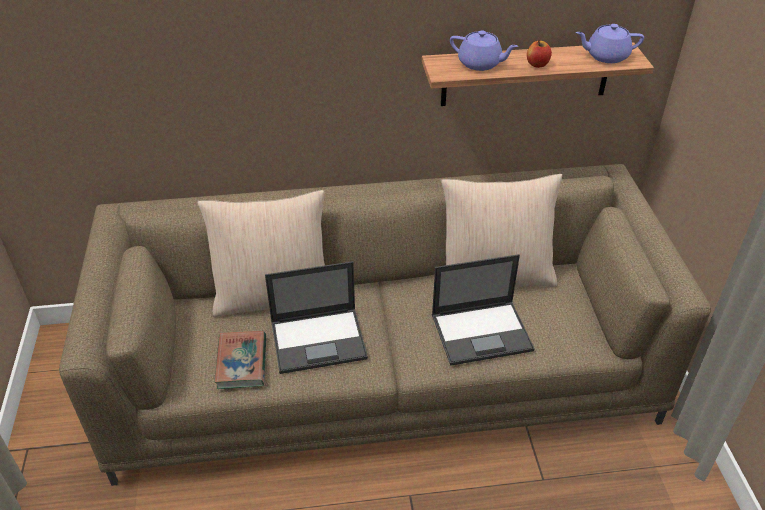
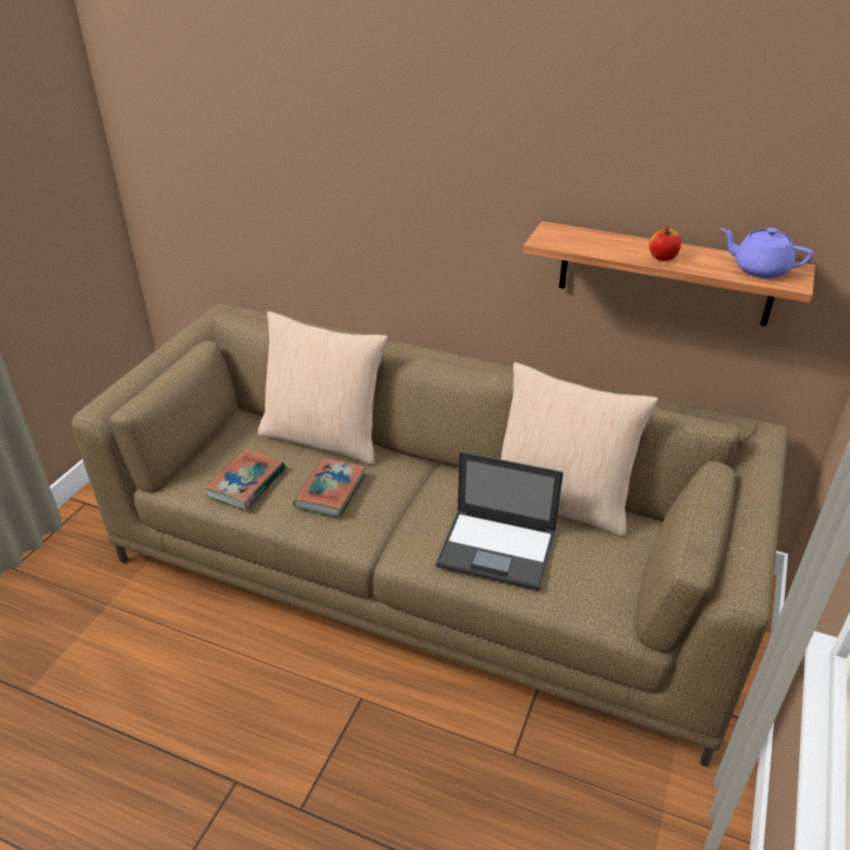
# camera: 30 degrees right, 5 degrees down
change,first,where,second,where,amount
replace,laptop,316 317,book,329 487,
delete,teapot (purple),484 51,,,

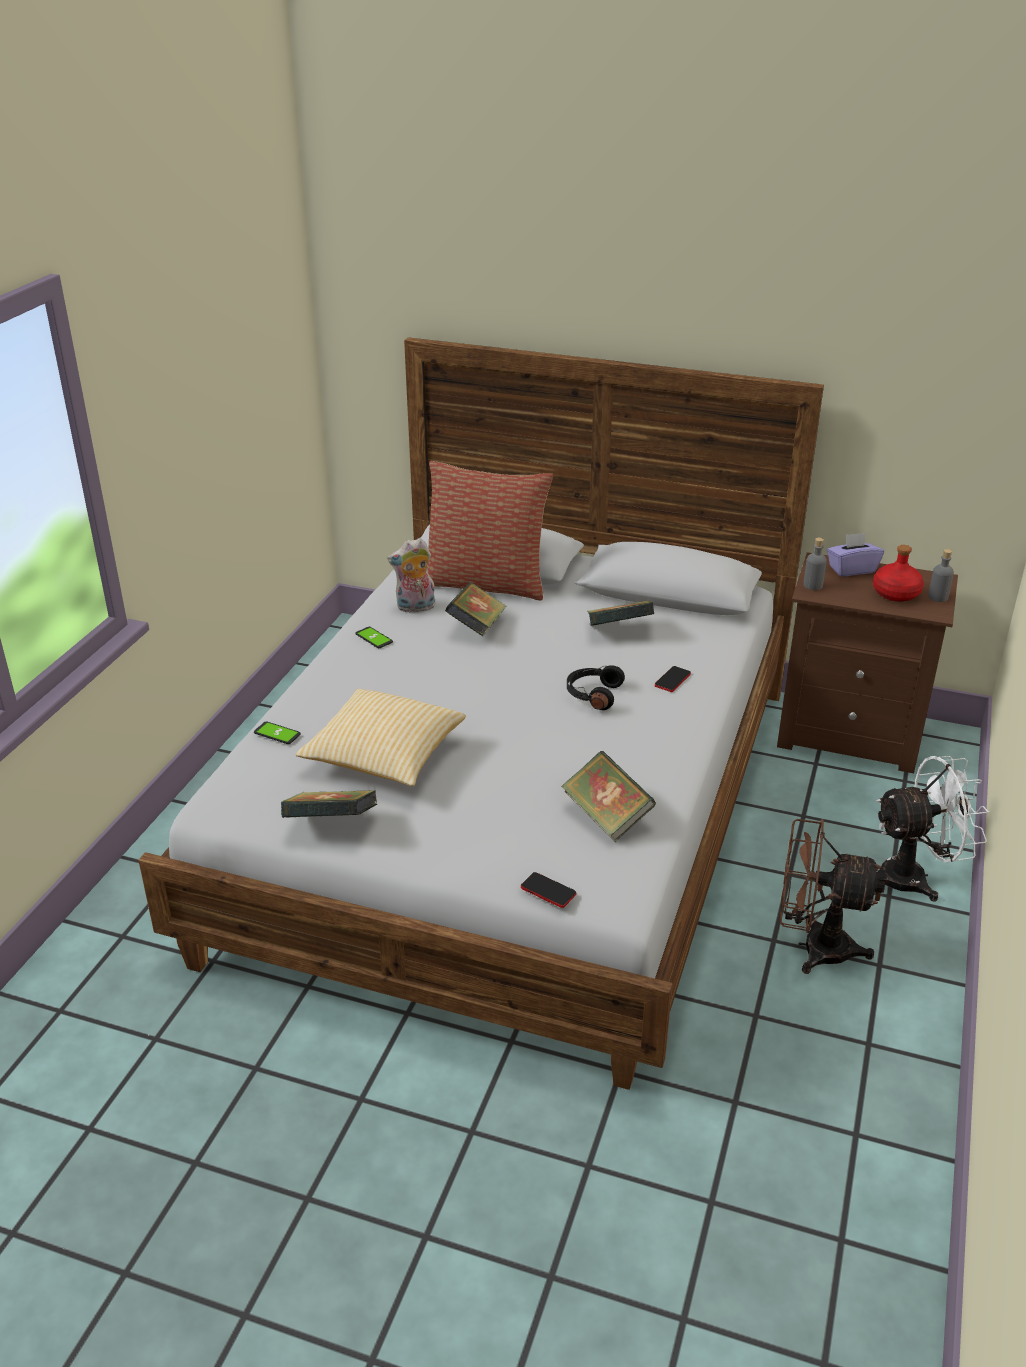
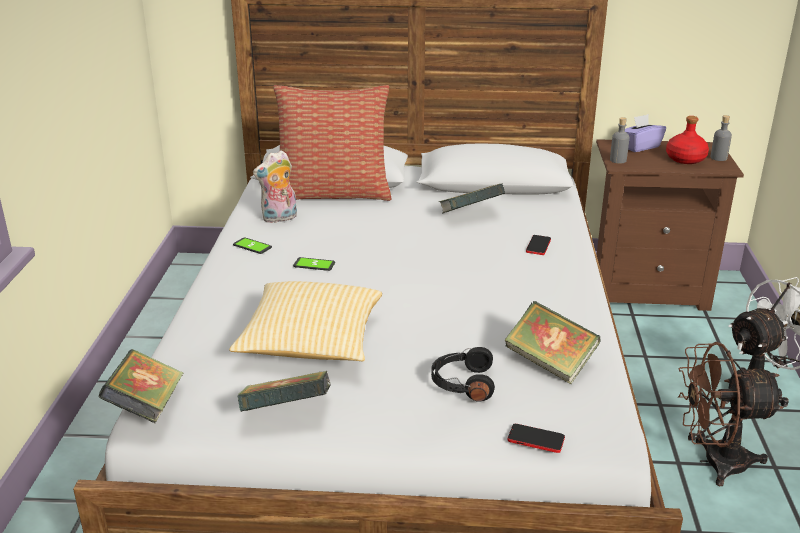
# camera: 15 degrees left, 5 degrees down
change,first,where,second,where,amount
move,book,475 609,,140 386,
move,phone,277 732,,314 264,
move,headphones (black),596 687,,463 374,

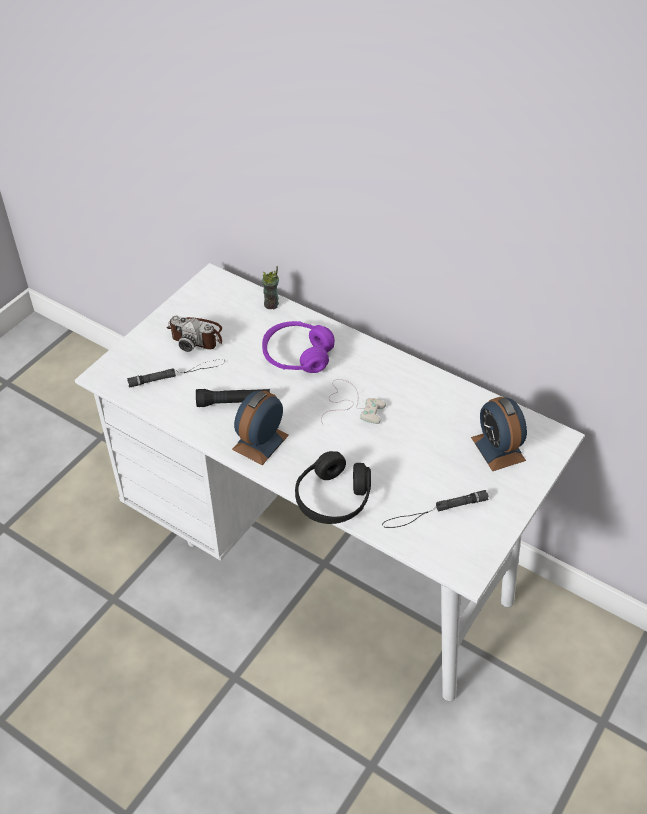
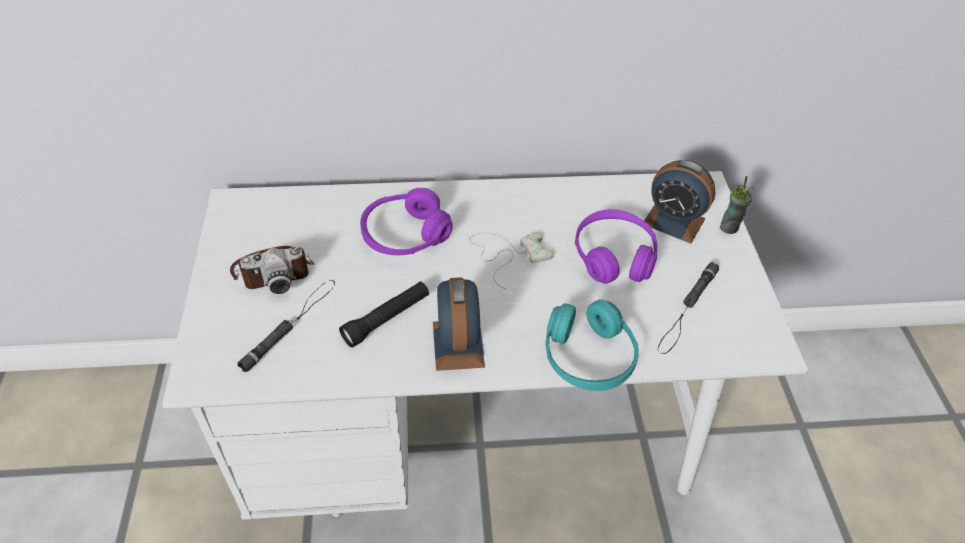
# camera: 40 degrees left, 0 degrees up
change,first,where,second,where,amount
recolor,headphones (black),333 487,headphones (turquoise),592 345,
insert,,,headphones (purple),616 246,
move,cup,270 287,,737 205,

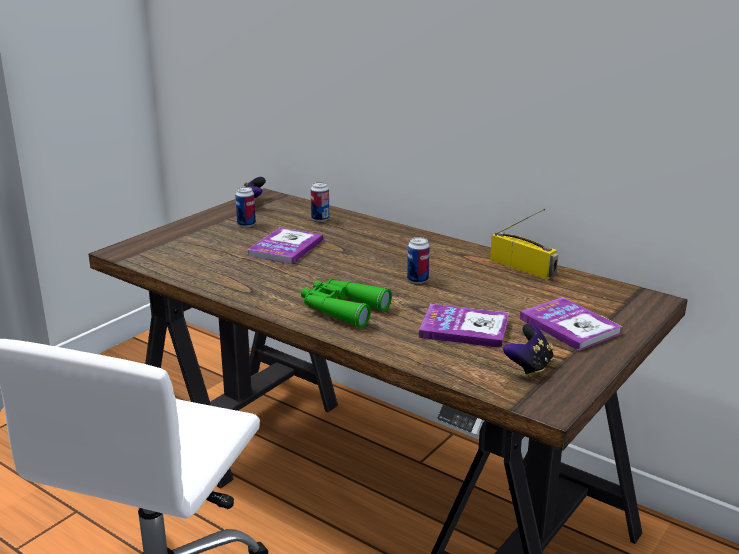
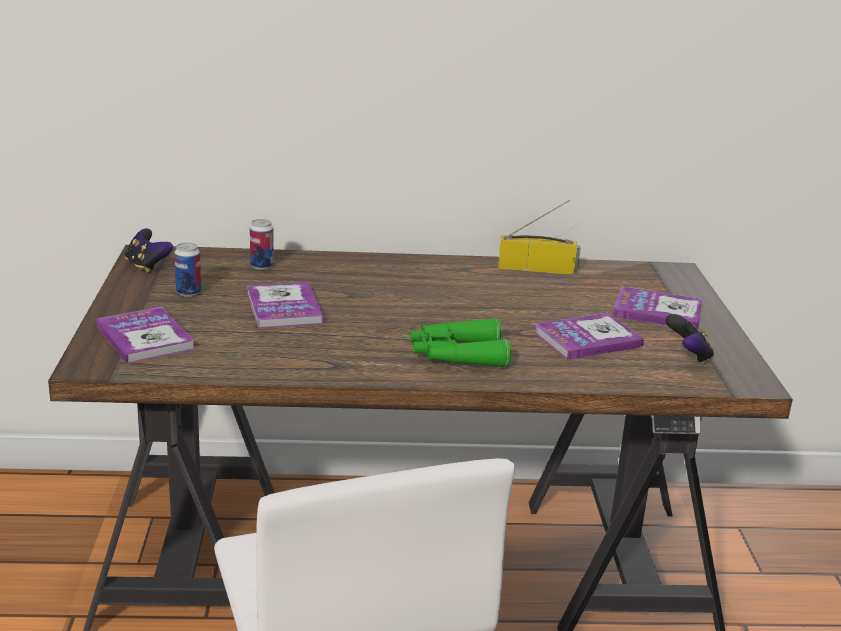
# camera: 40 degrees left, 0 degrees up
change,first,where,second,where,amount
insert,,,book,145 335,
delete,can,418 260,,,

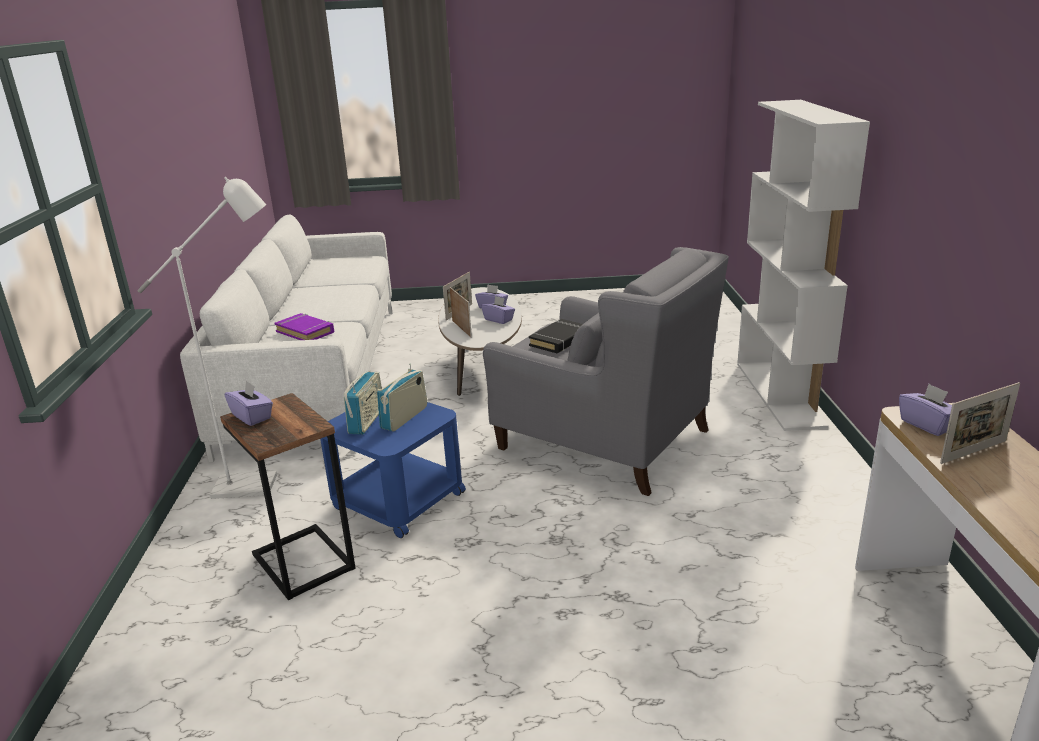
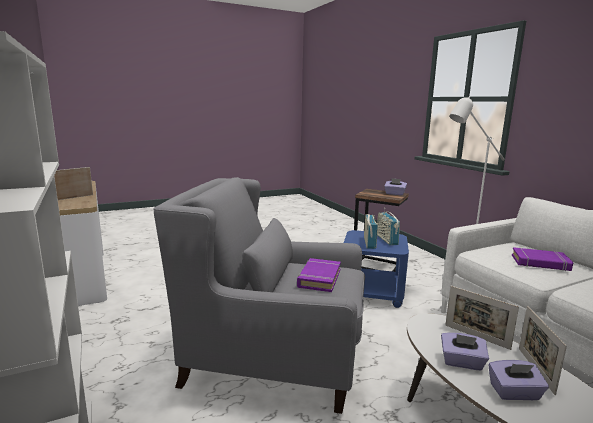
# camera: 155 degrees right, 10 degrees down
change,first,where,second,where,amount
recolor,book (black),556 336,book (purple),319 275,
delete,tissue box (purple),925 410,,,

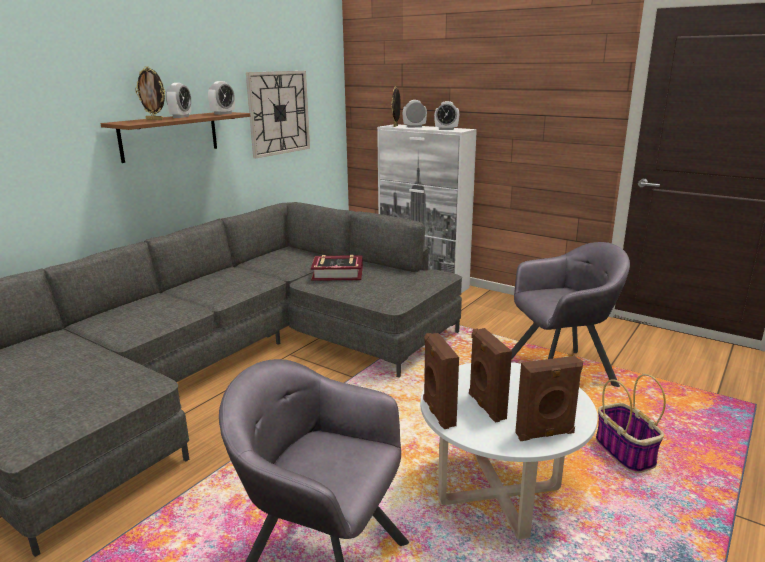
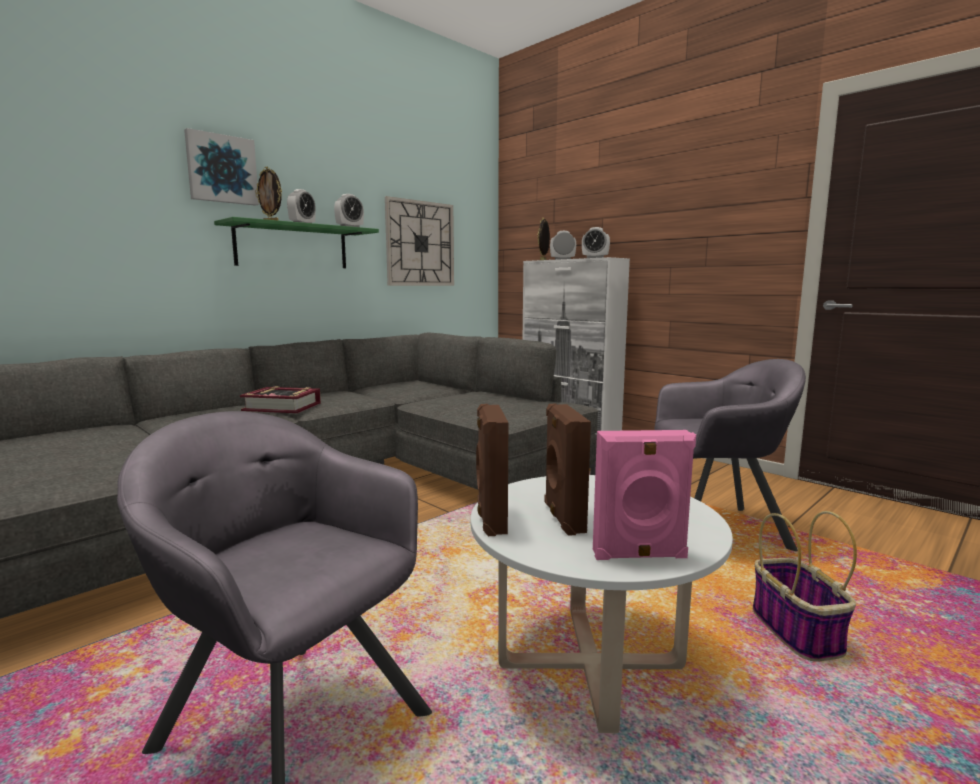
# camera: 10 degrees right, 10 degrees down
change,first,where,second,where,amount
insert,,,picture,221 167,
recolor,shelf (brown),175 137,shelf (green),296 242,
move,book,337 268,,280 399,
recolor,speaker (brown),549 398,speaker (pink),644 495,

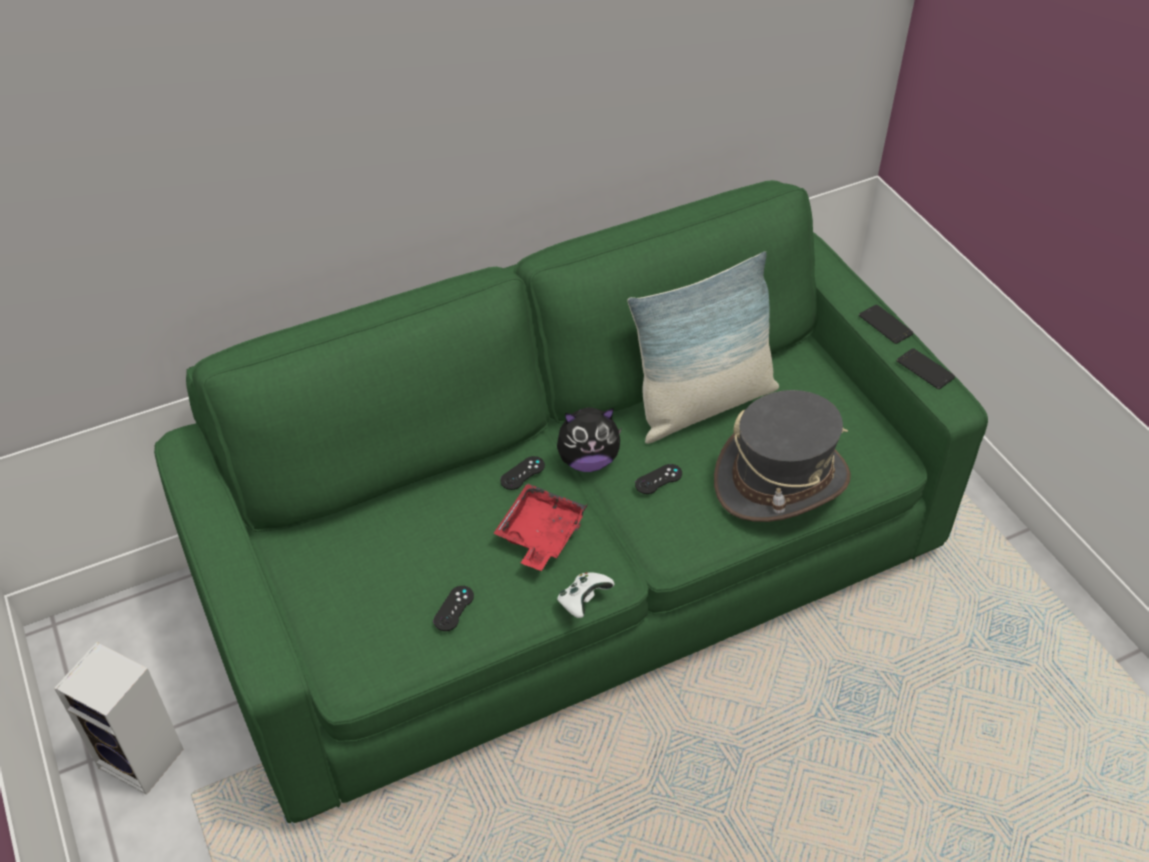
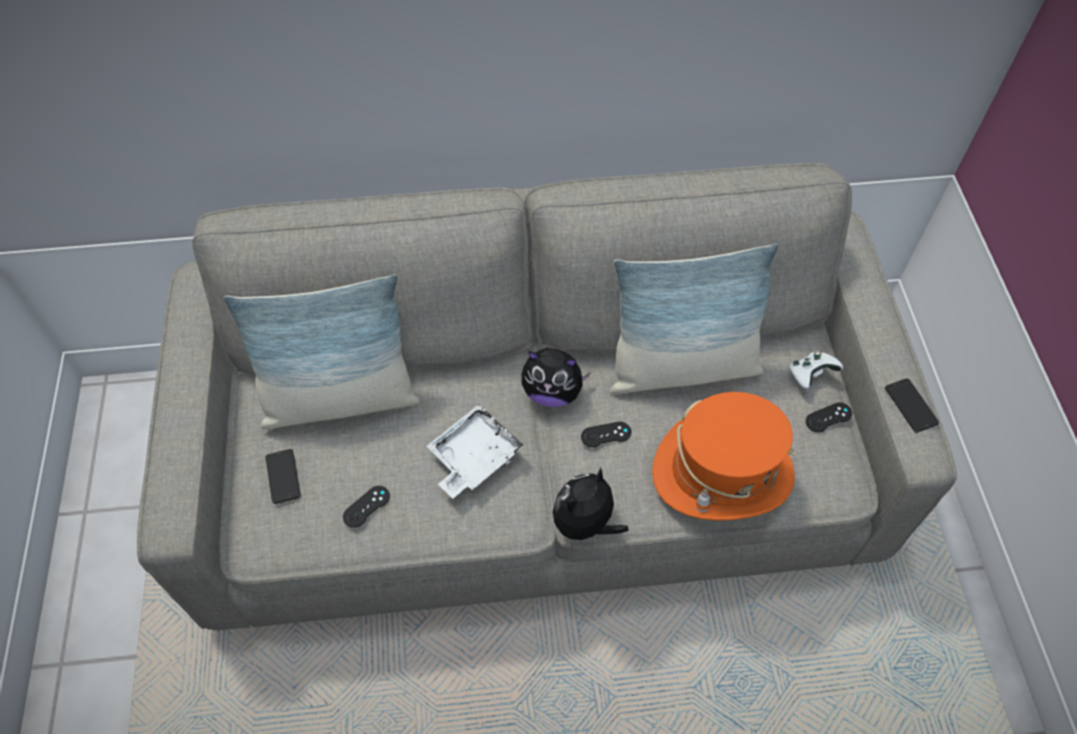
# camera: 20 degrees right, 10 degrees up
change,first,where,second,where,amount
recolor,sofa (green),571 501,sofa (grey),547 397,
insert,,,pillow,322 351,
move,phone,886 324,,283 476,
recolor,tray (red),540 527,tray (white),474 451,
insert,,,plush toy,591 508,
recolor,hat (grey),782 456,hat (orange),724 456,
move,game controller (white),585 595,,816 370,
move,game controller (black),522 473,,829 417,
delete,speaker,118 718,,,

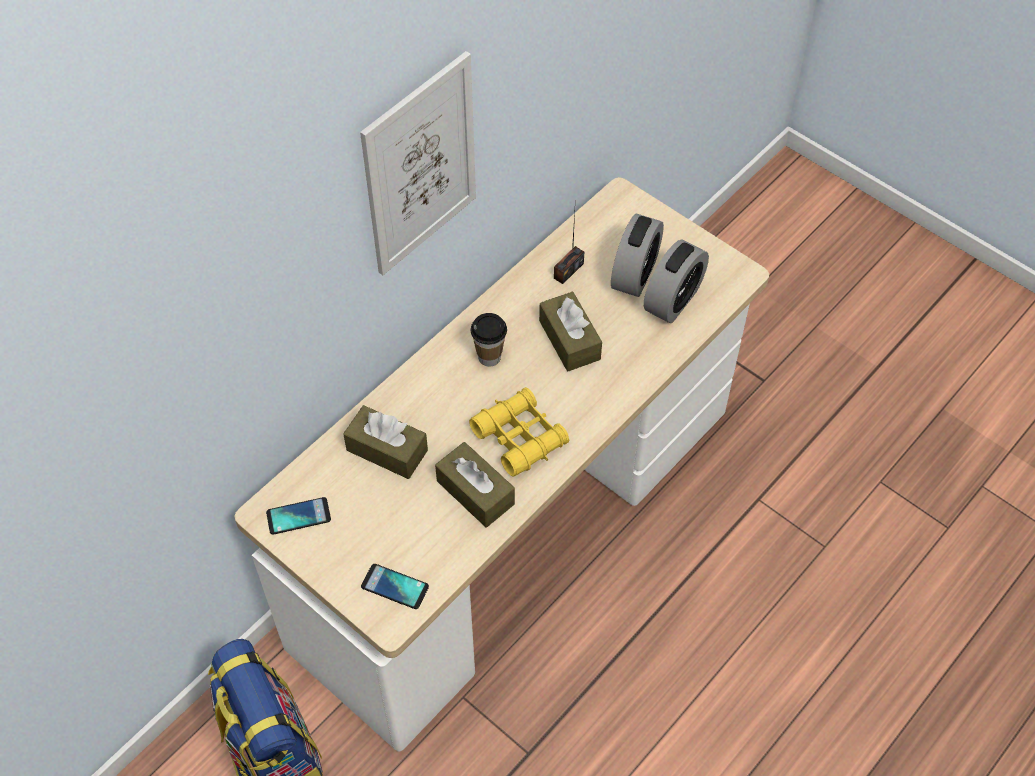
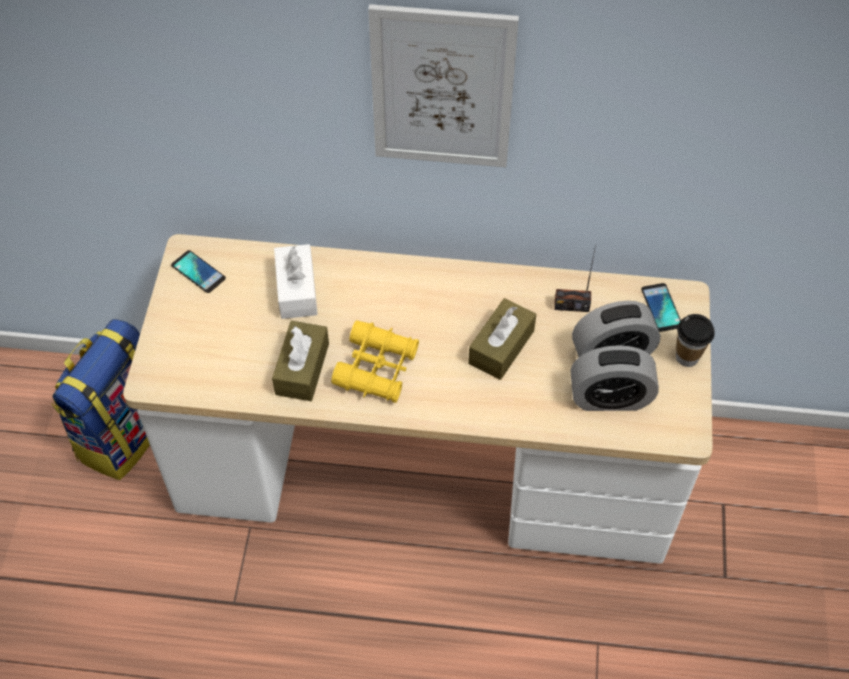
# camera: 55 degrees right, 0 degrees up
change,first,where,second,where,amount
recolor,tissue box (brown),385 442,tissue box (white),296 281,
move,phone,395 586,,661 307,
move,cup,489 340,,695 340,

